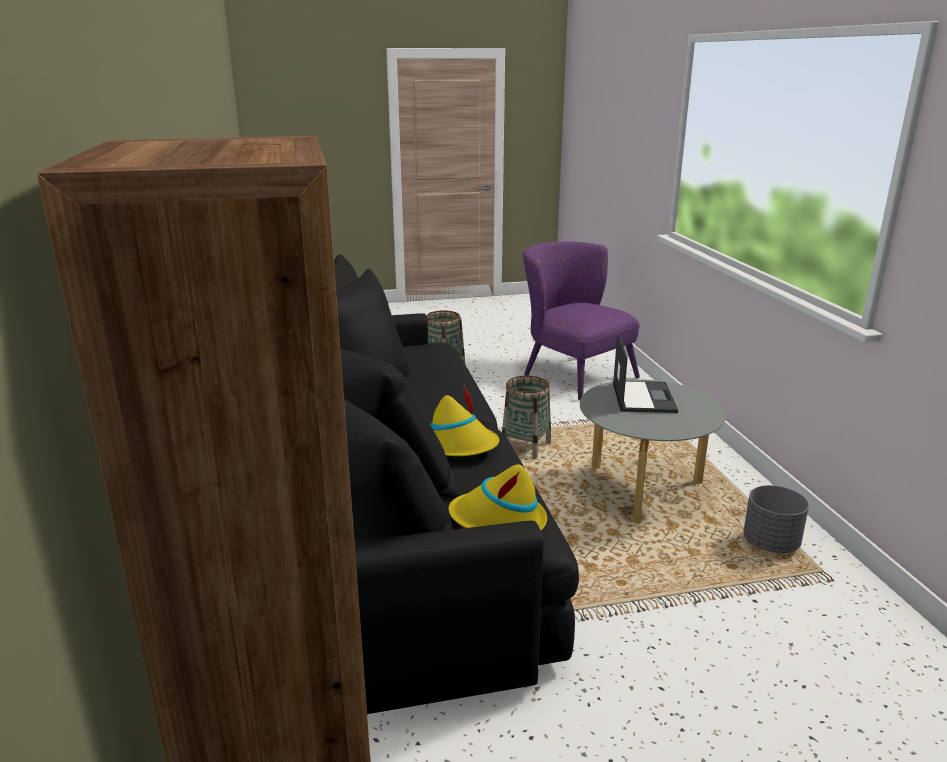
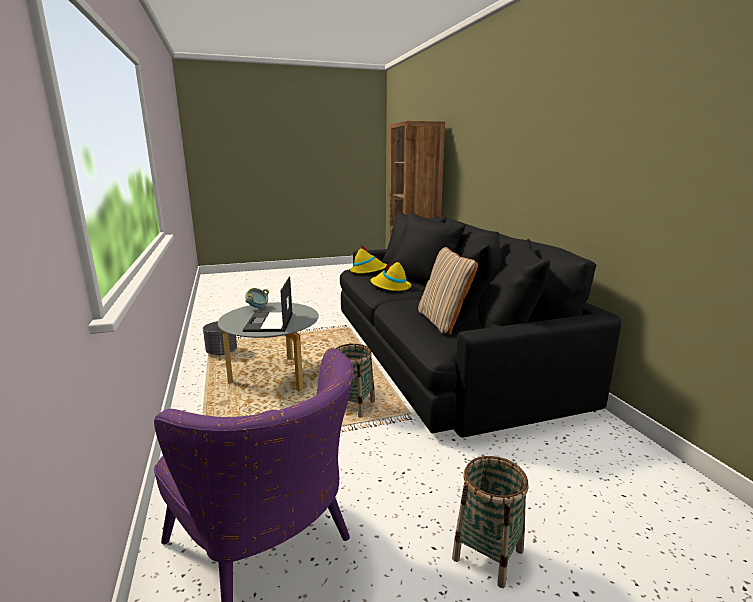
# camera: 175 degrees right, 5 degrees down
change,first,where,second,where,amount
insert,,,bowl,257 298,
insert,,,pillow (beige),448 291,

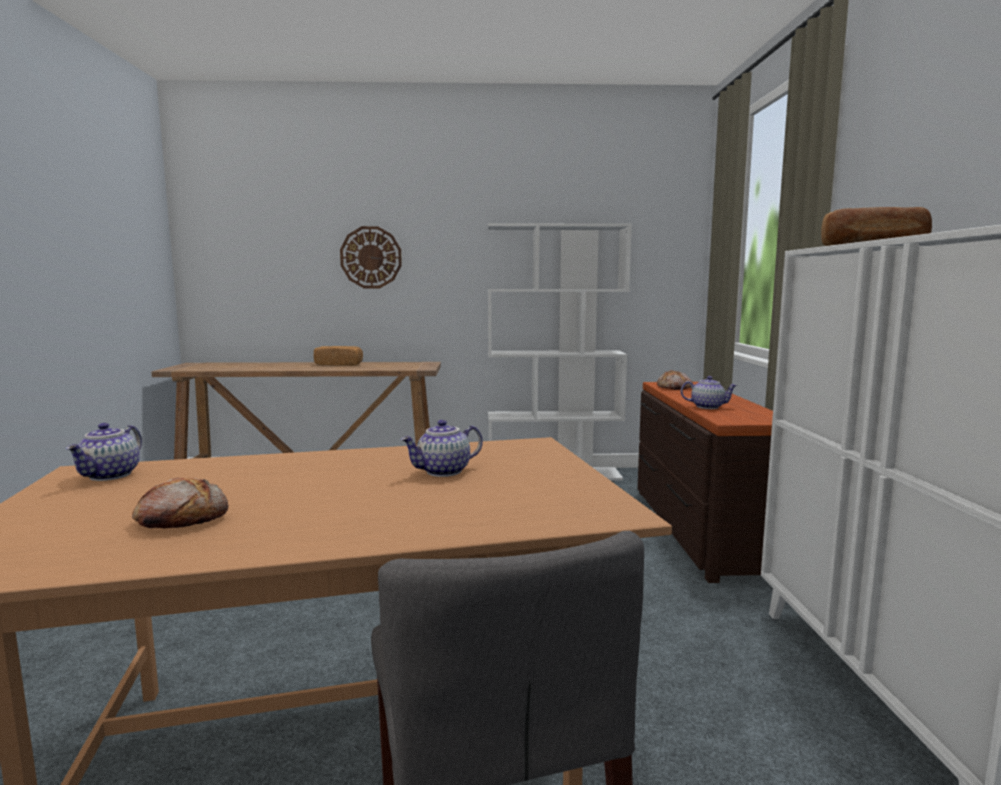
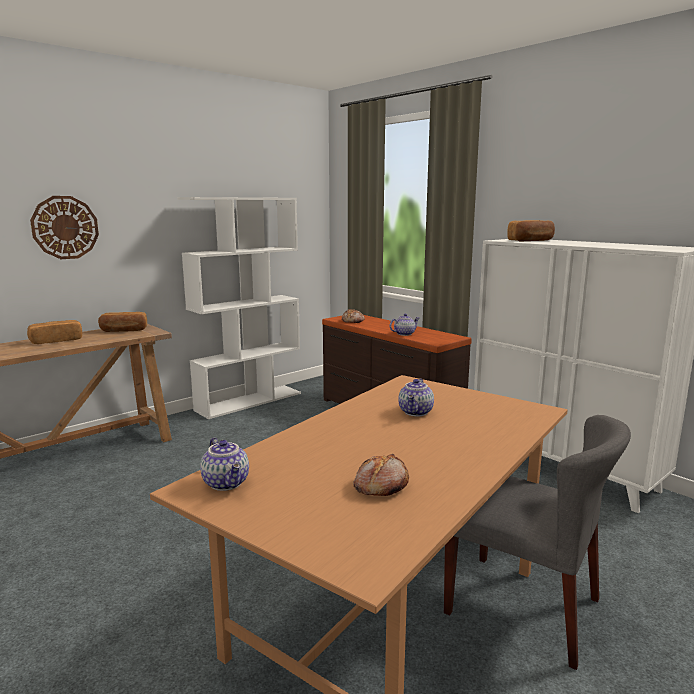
# camera: 40 degrees left, 5 degrees up
change,first,where,second,where,amount
insert,,,bread,122 322,

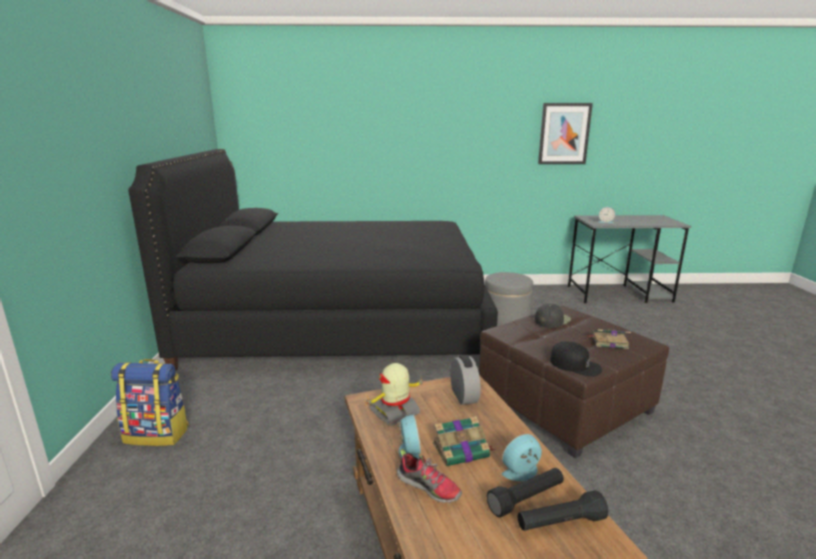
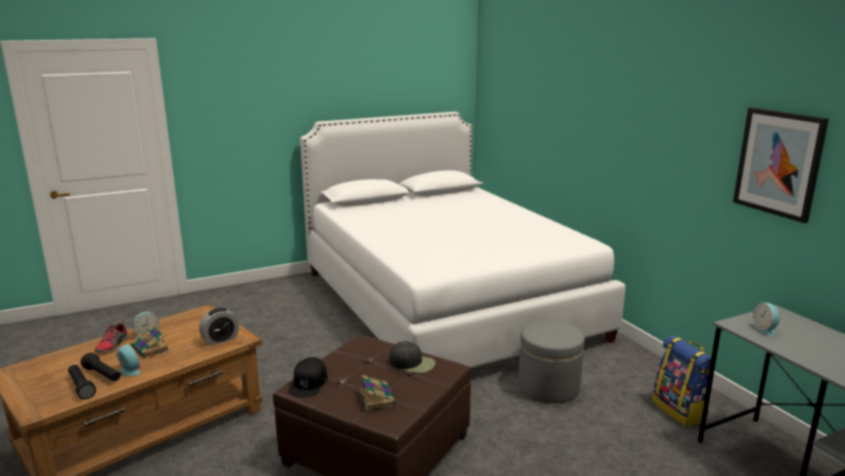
# camera: 65 degrees right, 0 degrees up
change,first,where,second,where,amount
recolor,bed (black),313 259,bed (white),463 240,
move,backpack,150 402,,681 380,
delete,toy robot,395 394,,,

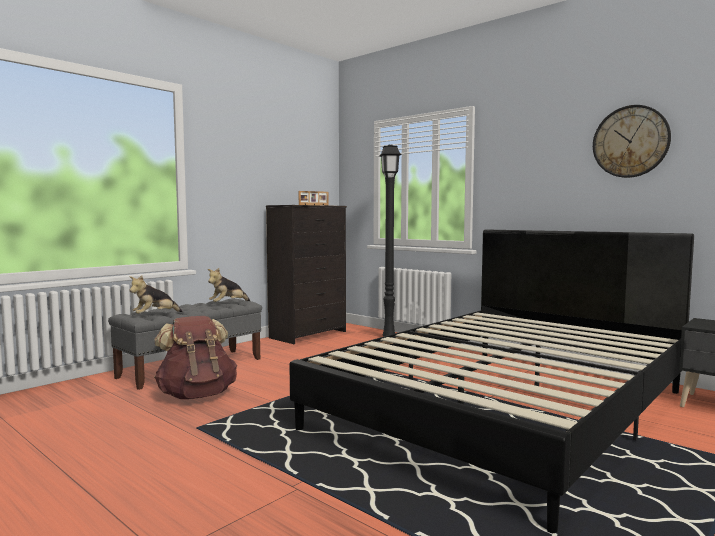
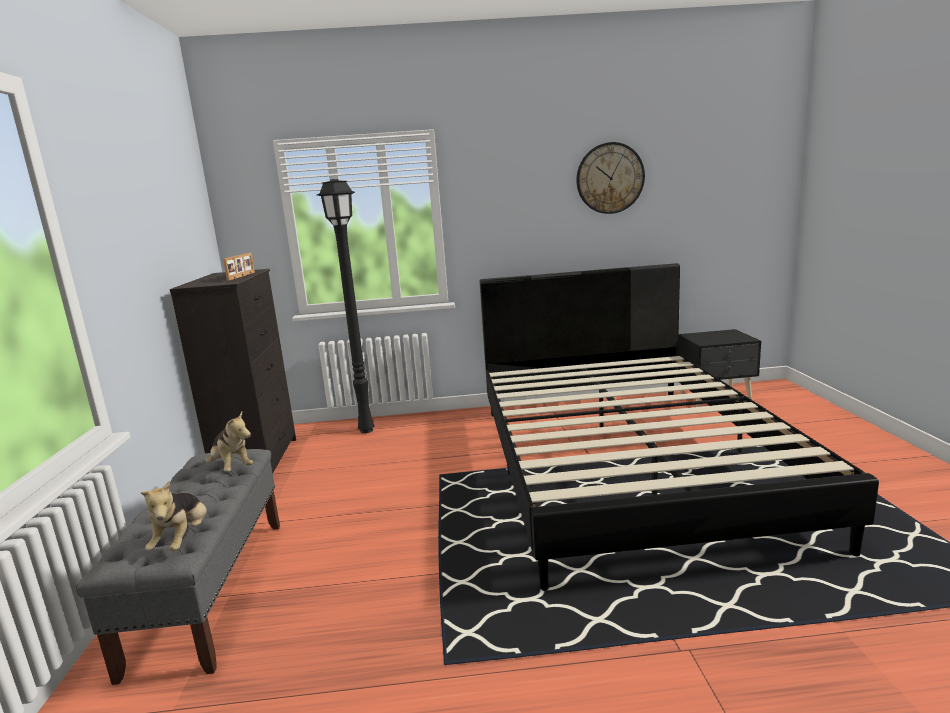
# camera: 45 degrees left, 10 degrees up
change,first,where,second,where,amount
rotate,plush toy,229 285,,229 441,45 degrees counterclockwise
delete,backpack (brown),195 357,,,

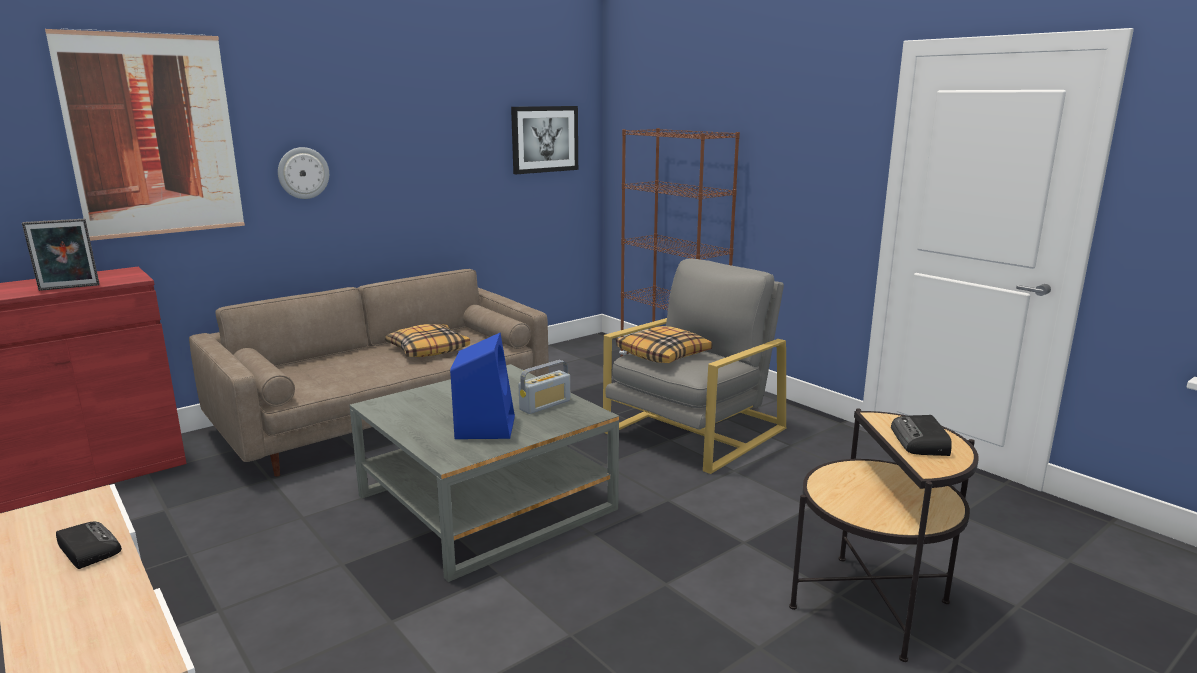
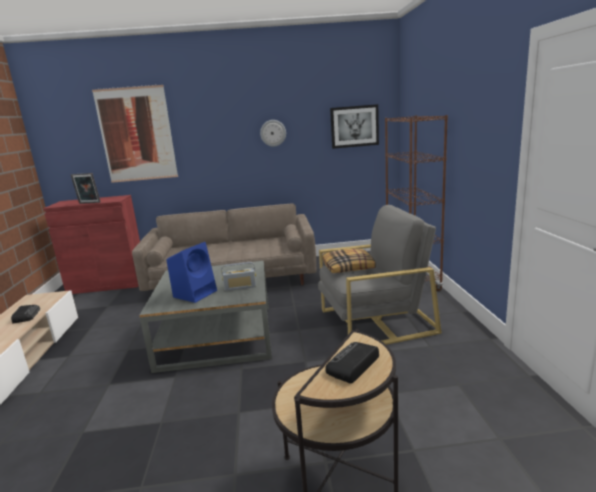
# camera: 35 degrees right, 0 degrees up
change,first,where,second,where,amount
move,wall clock,303 173,,273 133,
delete,pillow,427 340,,,

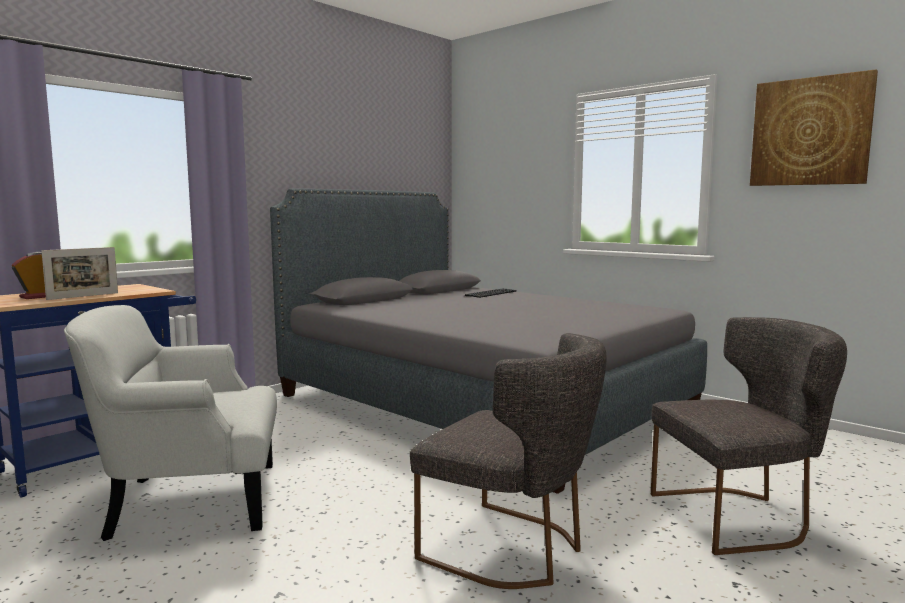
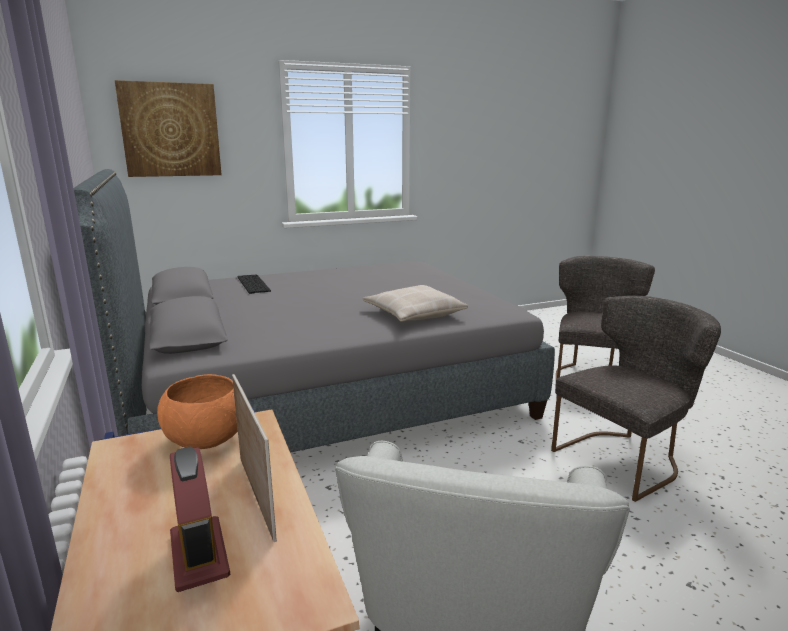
# camera: 65 degrees left, 10 degrees up
change,first,where,second,where,amount
move,picture,814 127,,168 128,
insert,,,bowl (orange),197 411,
insert,,,pillow (beige),415 303,

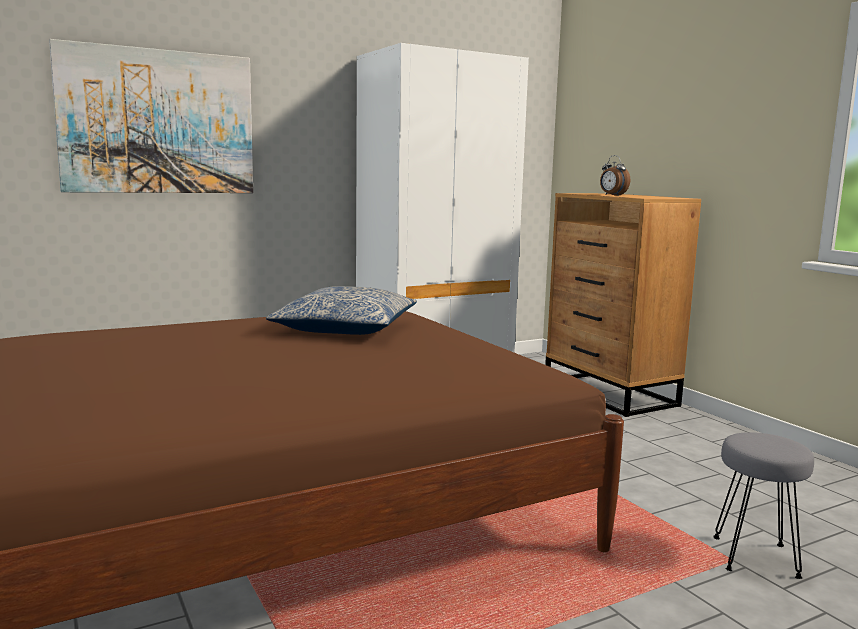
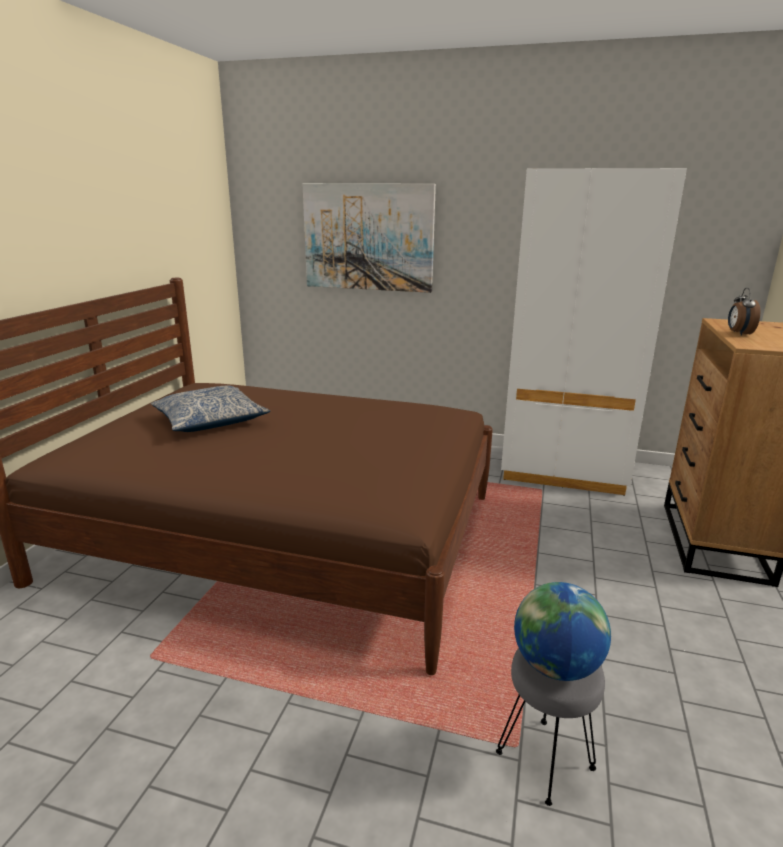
# camera: 45 degrees right, 10 degrees up
change,first,where,second,where,amount
move,pillow,341 310,,210 409,
insert,,,globe,562 631,

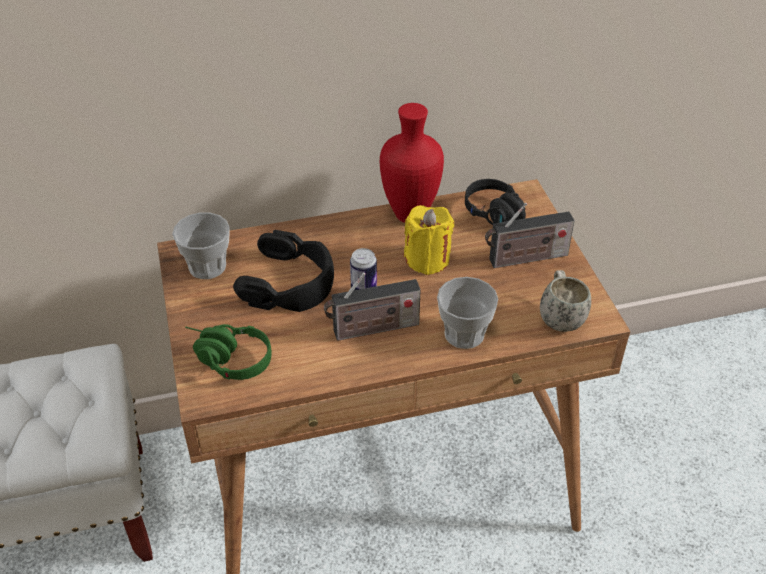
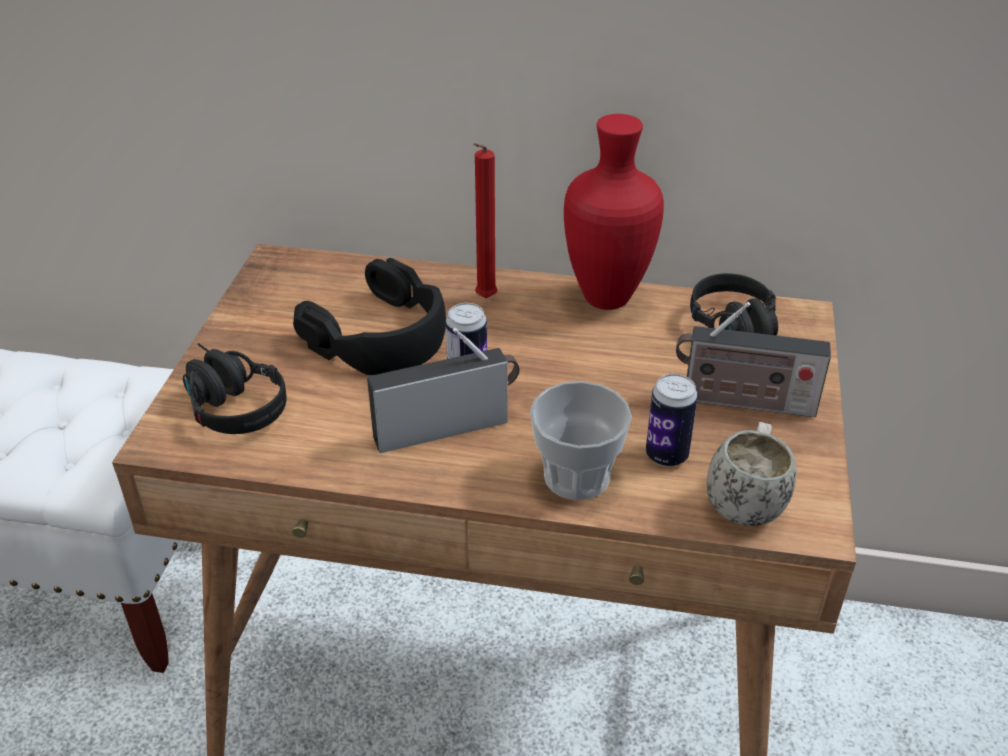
# camera: 25 degrees right, 5 degrees down
change,first,where,second,where,amount
recolor,headphones (green),228 352,headphones (black),234 388,
rotate,radio,372 307,,443 390,150 degrees clockwise
insert,,,candle (red),485 220,
insert,,,can,672 420,
delete,cup,201 245,,,
delete,candle (yellow),429 240,,,

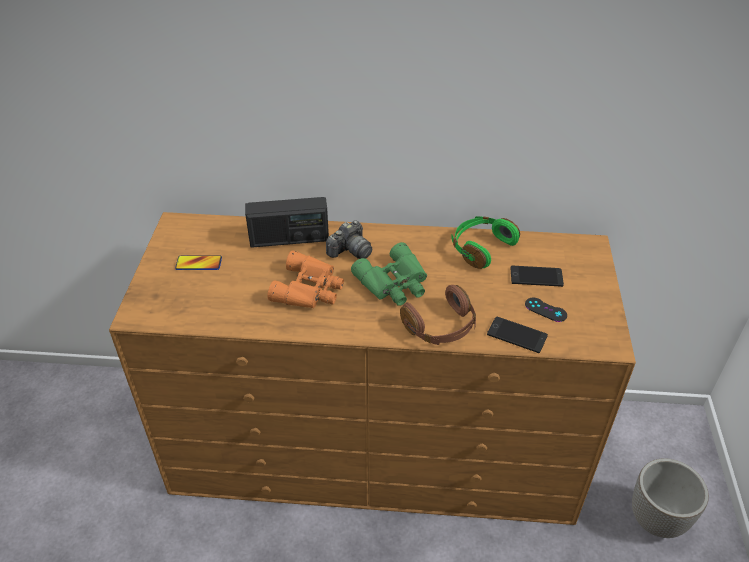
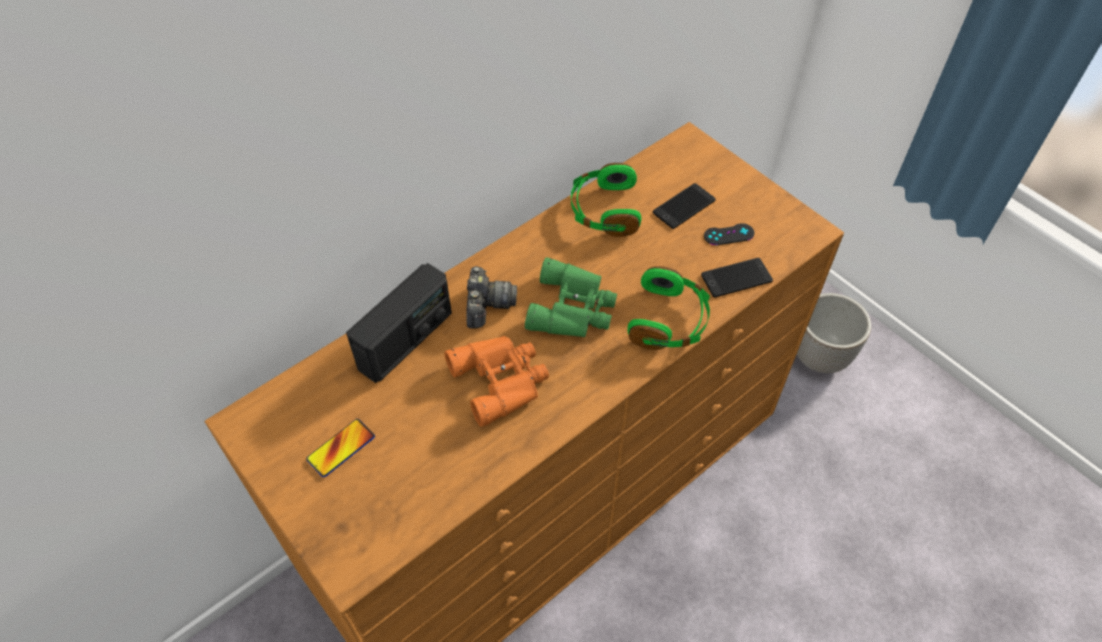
# camera: 45 degrees left, 10 degrees up
change,first,where,second,where,amount
recolor,headphones (brown),438 315,headphones (green),669 308,

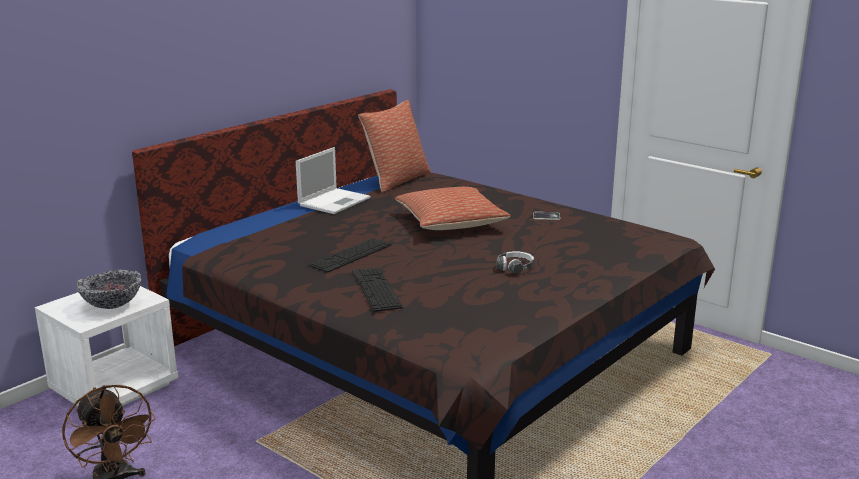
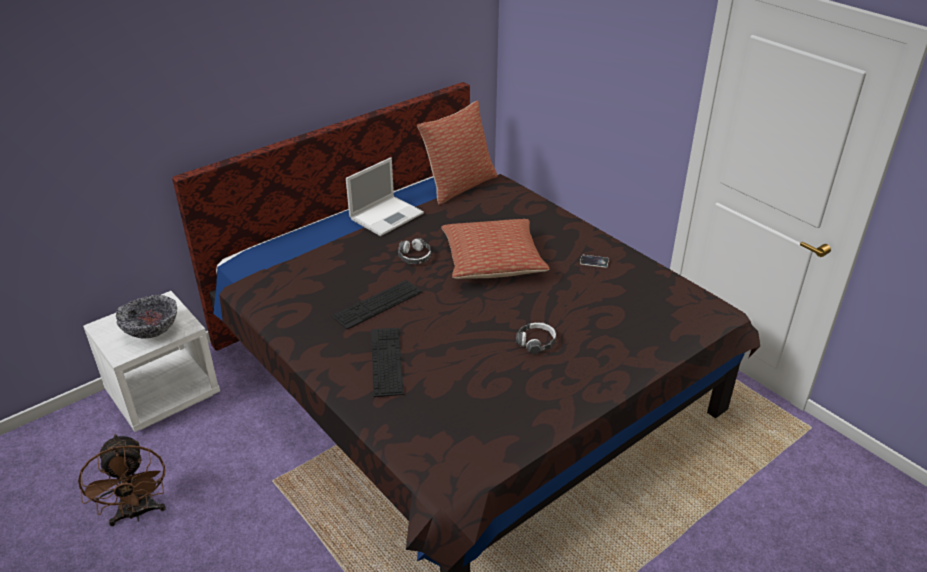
# camera: 10 degrees right, 15 degrees up
change,first,where,second,where,amount
insert,,,headphones,414 251,

